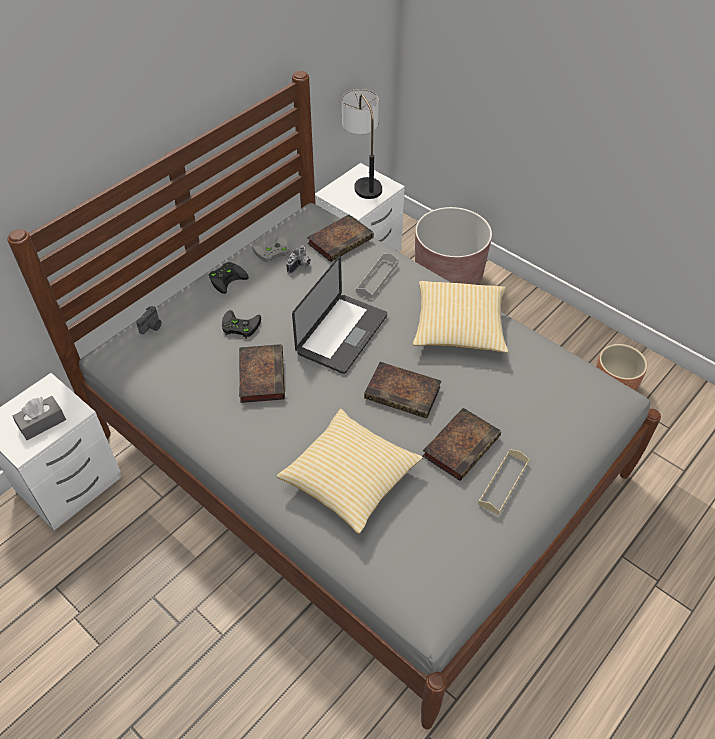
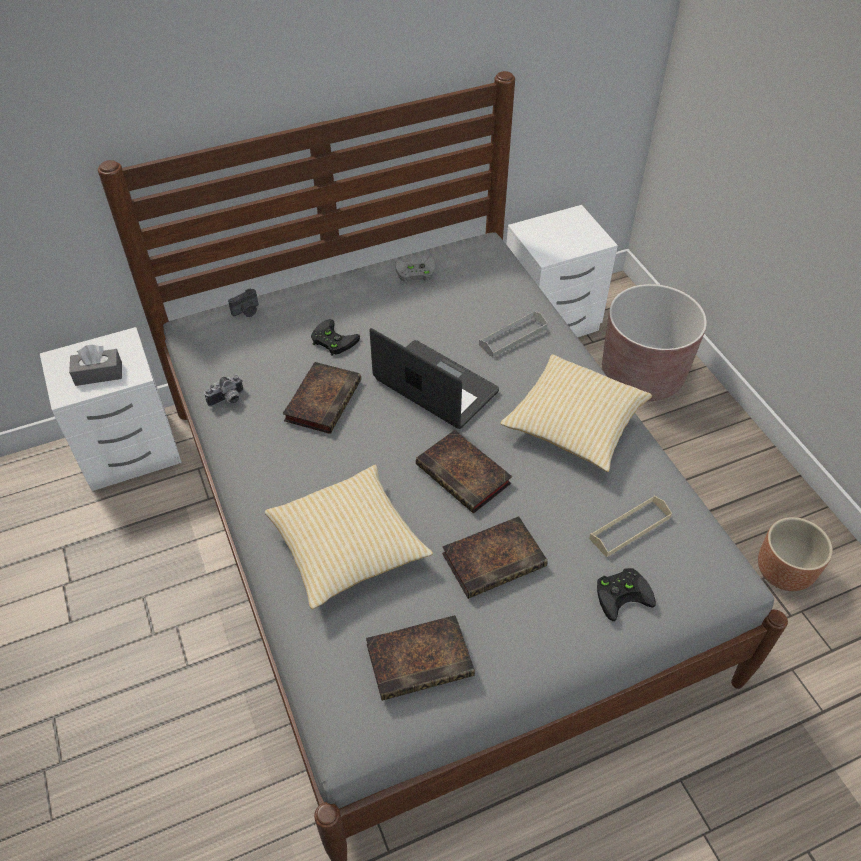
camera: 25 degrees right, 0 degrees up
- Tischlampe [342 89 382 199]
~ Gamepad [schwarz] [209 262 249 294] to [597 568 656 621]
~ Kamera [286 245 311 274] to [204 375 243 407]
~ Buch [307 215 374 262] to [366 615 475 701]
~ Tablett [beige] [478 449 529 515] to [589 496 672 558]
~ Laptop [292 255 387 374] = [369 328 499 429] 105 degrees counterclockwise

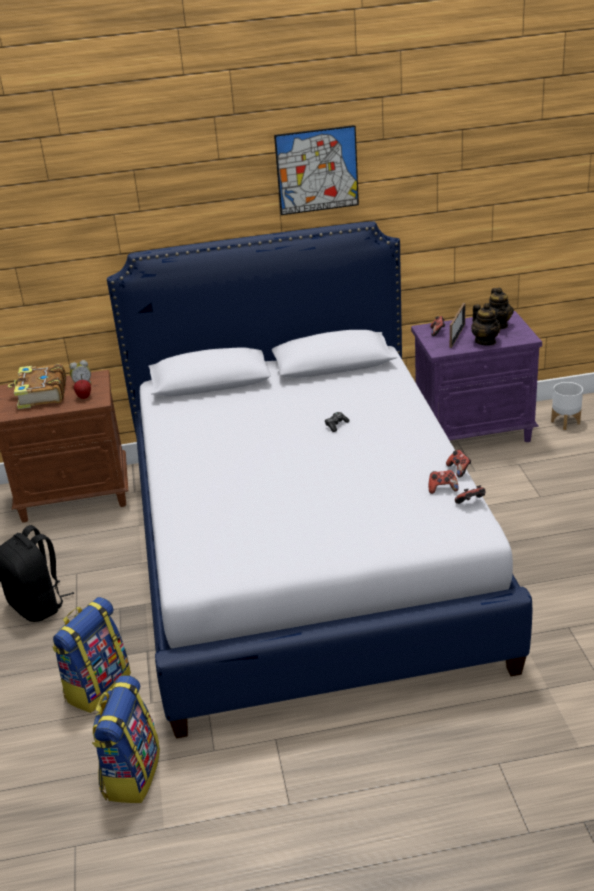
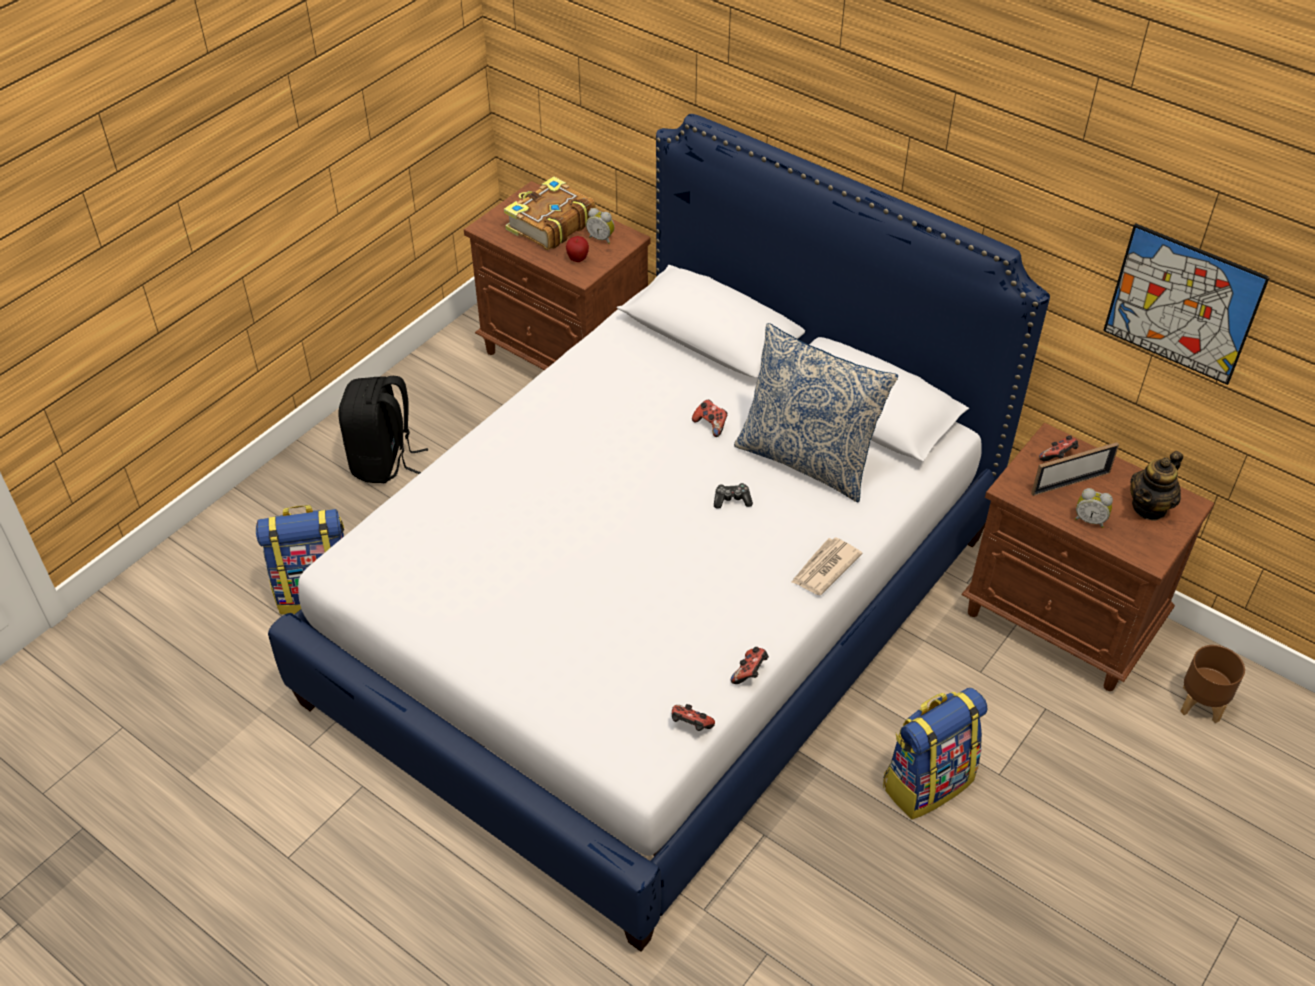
camera: 45 degrees right, 15 degrees up
+ Kissen [734 323 898 503]
+ Zeitung [791 537 862 595]
~ Rucksack [92 675 160 803] to [883 688 987 820]
~ Bild [274 125 359 215] to [1103 223 1270 385]
~ Gamepad [429 470 459 494] to [692 400 728 437]
~ Teekanne [471 303 501 346] to Wecker [1075 488 1113 528]
~ Nachttisch [lila] [411 311 542 442] to Nachttisch [braun] [961 423 1214 691]
~ Pflanzkübel [weiß] [551 382 583 430] to Pflanzkübel [braun] [1180 645 1245 723]

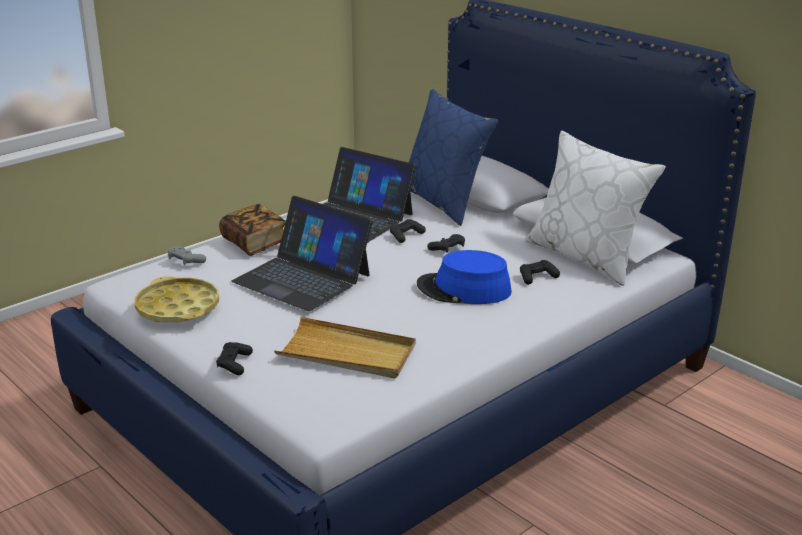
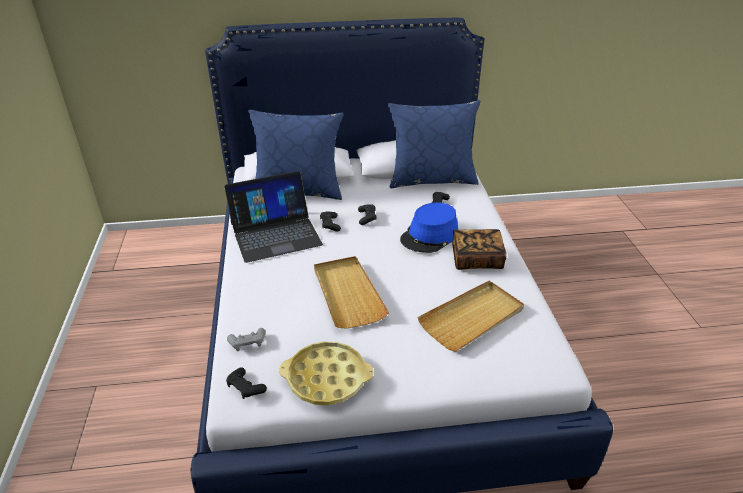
camera: 55 degrees left, 10 degrees up
~ Gamepad [schwarz] [216 342 253 375] to [226 367 267 399]
~ Buch [219 204 286 256] to [452 229 506 270]
~ Laptop [231 196 373 311] to Tablett [beige] [314 256 389 329]
~ Kissen [weiß] [525 131 666 286] to Kissen [blau] [388 100 480 188]

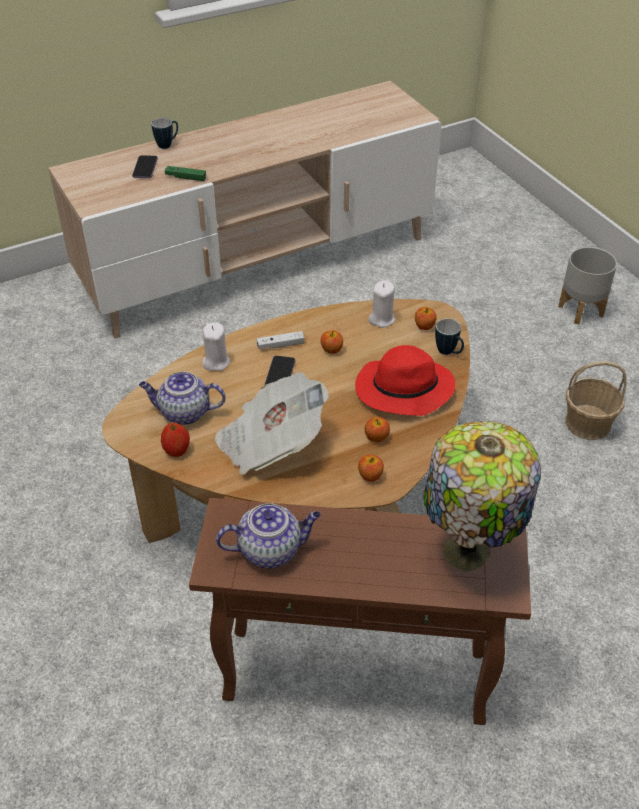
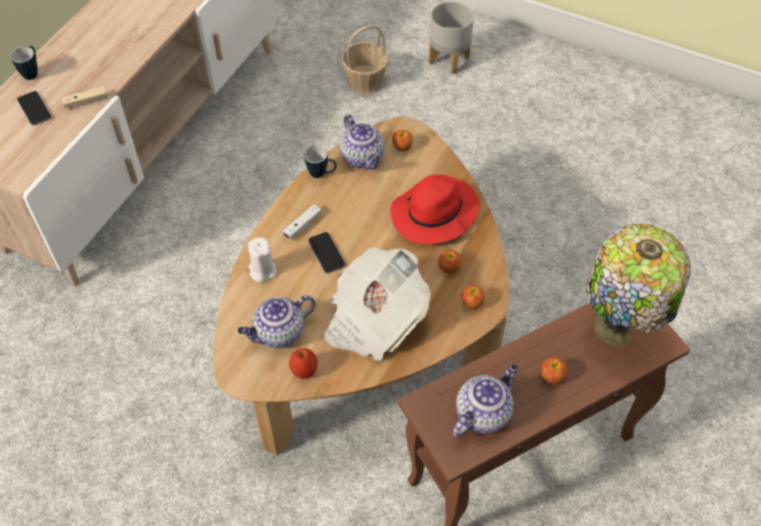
camera: 35 degrees left, 10 degrees up
~ Apfel [321 330 343 354] to [541 357 568 384]
~ Henkelbecher [435 319 464 355] to [304 145 337 178]
~ Korb [565 361 627 440] to [342 25 389 94]
~ Kerze [weiß] [368 280 395 328] to Teekanne [340 114 385 170]
~ Gamepad [grün] [165 166 206 181] to Gamepad [beige] [61 86 108 108]

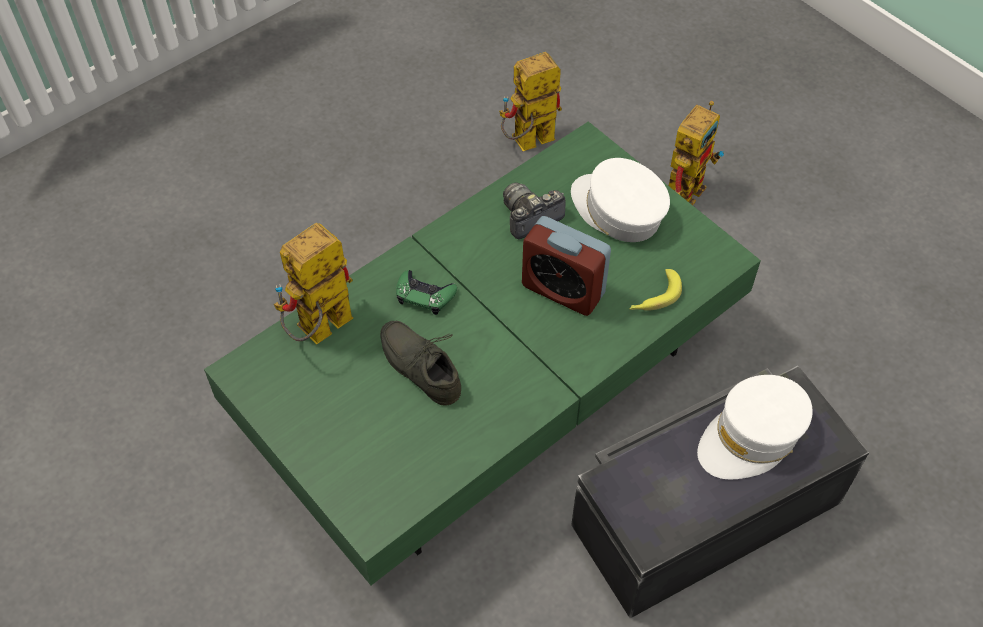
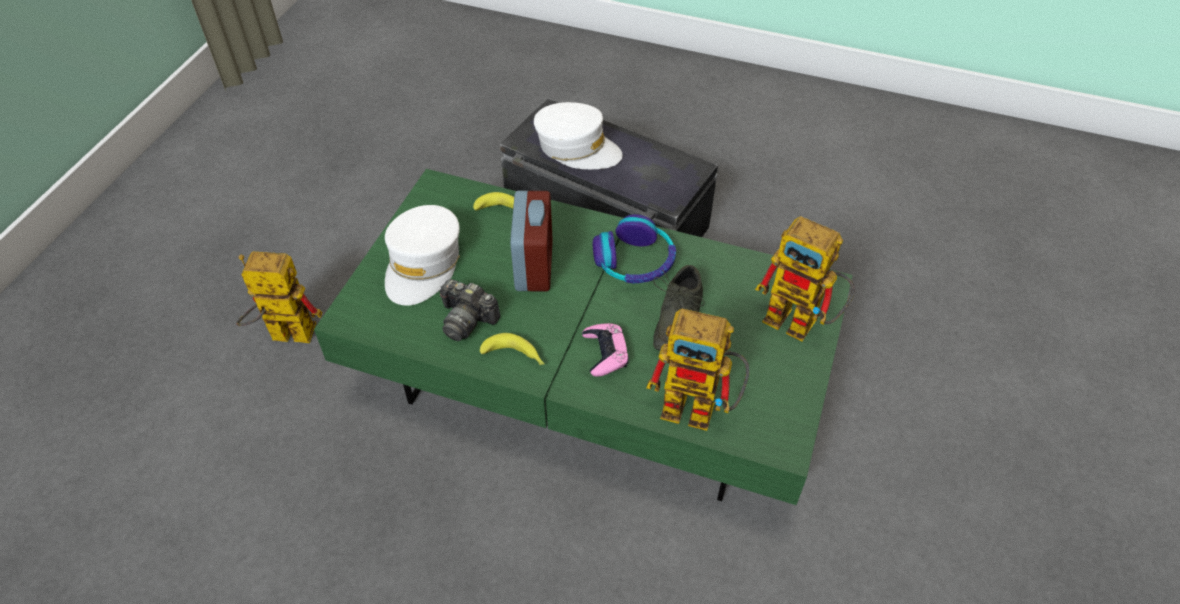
camera: 120 degrees left, 5 degrees down
+ Banane [480 333 545 365]
+ Kopfhörer [593 214 676 284]
~ Spielzeugroboter [499 52 562 151] to [755 216 855 341]
~ Gamepad [grün] [396 270 457 315] to Gamepad [rosa] [582 323 629 377]

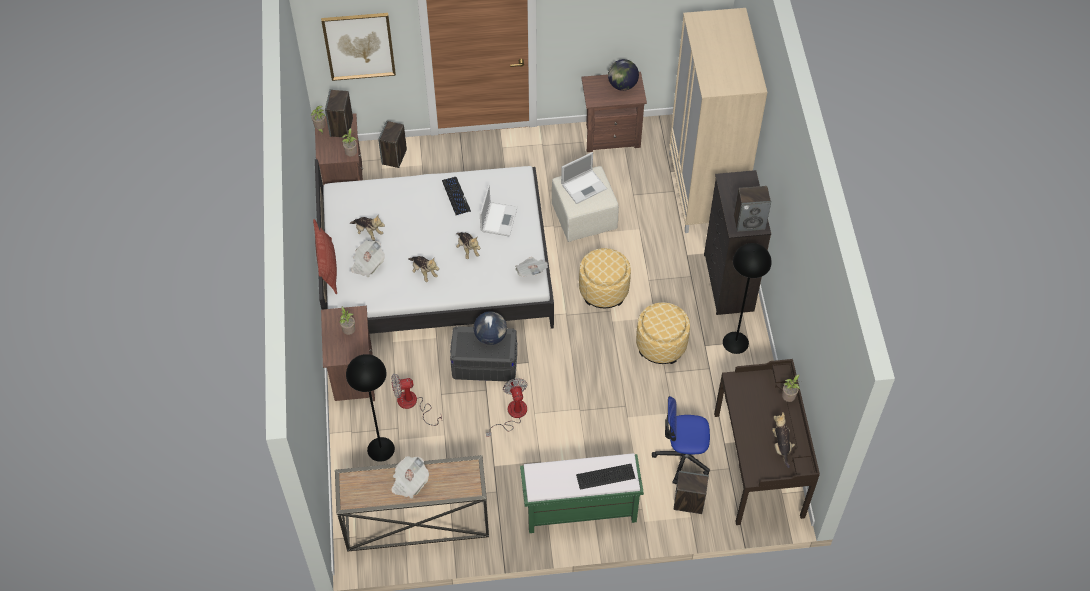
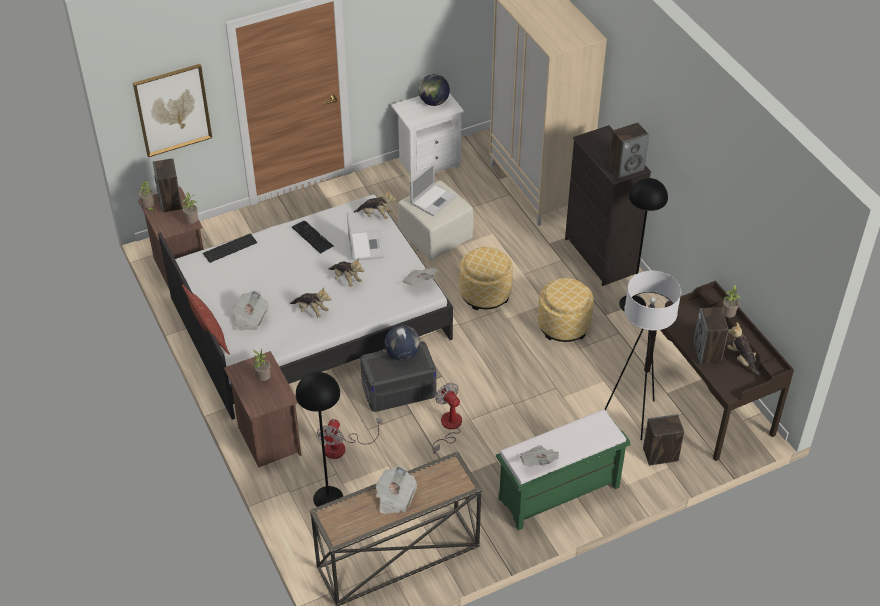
camera: 20 degrees left, 10 degrees down
+ Zeitung [519 445 559 467]
~ Plüschtier [350 216 385 241] to [354 190 396 219]
~ Lautsprecher [378 121 407 168] to [693 307 729 364]
~ Tastatur [576 464 635 490] to [203 233 257 263]
~ Bürostuhl [652 396 710 485] to Stehlampe [weiß] [605 271 681 440]
~ Nachttisch [braun] [581 72 647 152] to Nachttisch [weiß] [391 93 464 181]
~ Ventilator [391 374 442 426] = [317 418 382 459] 45 degrees counterclockwise

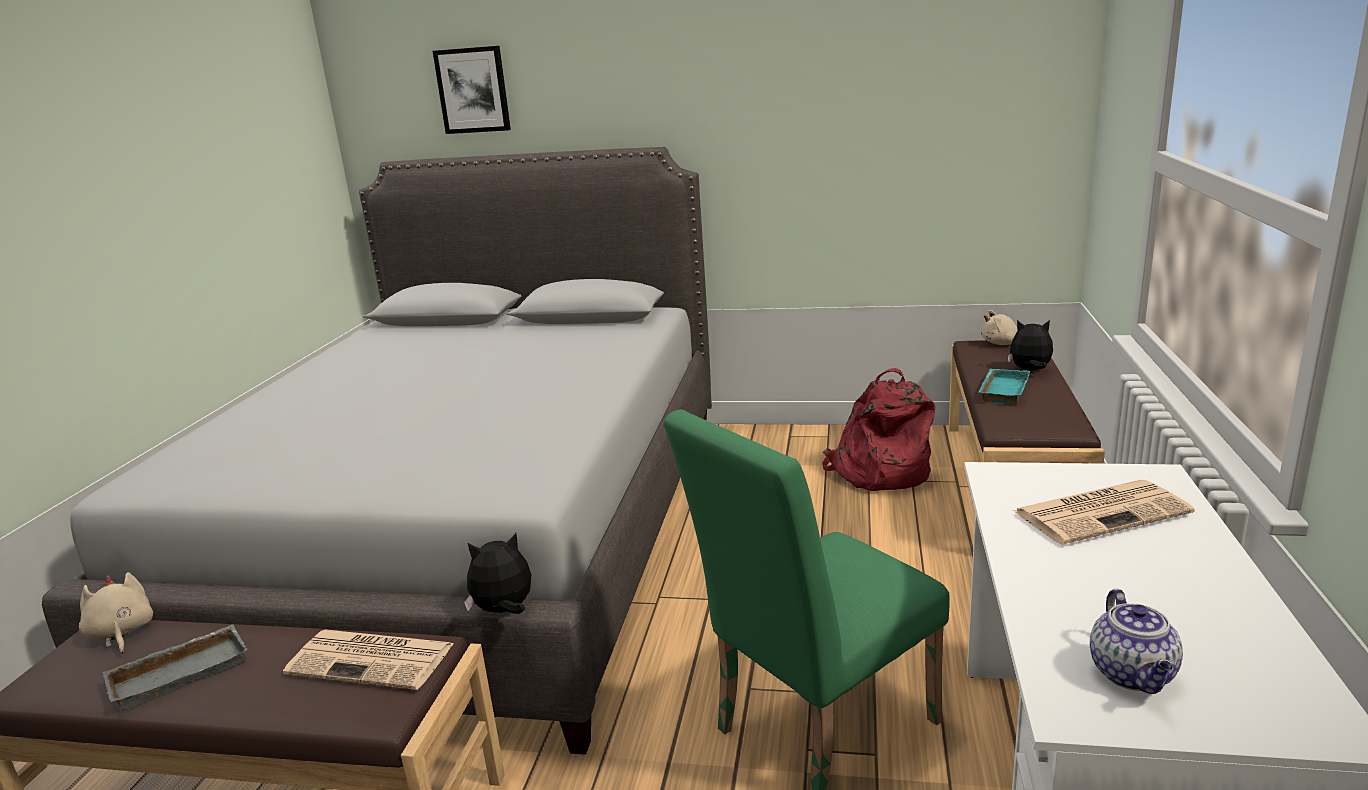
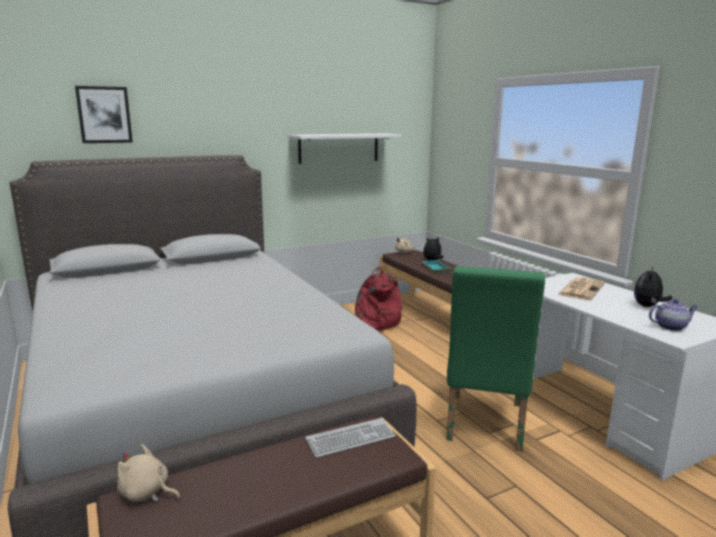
camera: 40 degrees left, 5 degrees down
- Tablett [grau] [102 624 248 711]
+ Wandregal [weiß] [288 134 402 164]
~ Plüschtier [464 533 531 614] to [634 266 672 307]
~ Zeitung [283 630 454 690] to Tastatur [305 418 396 458]
~ Teekanne [1090 589 1183 694] = [649 299 698 331] 60 degrees counterclockwise

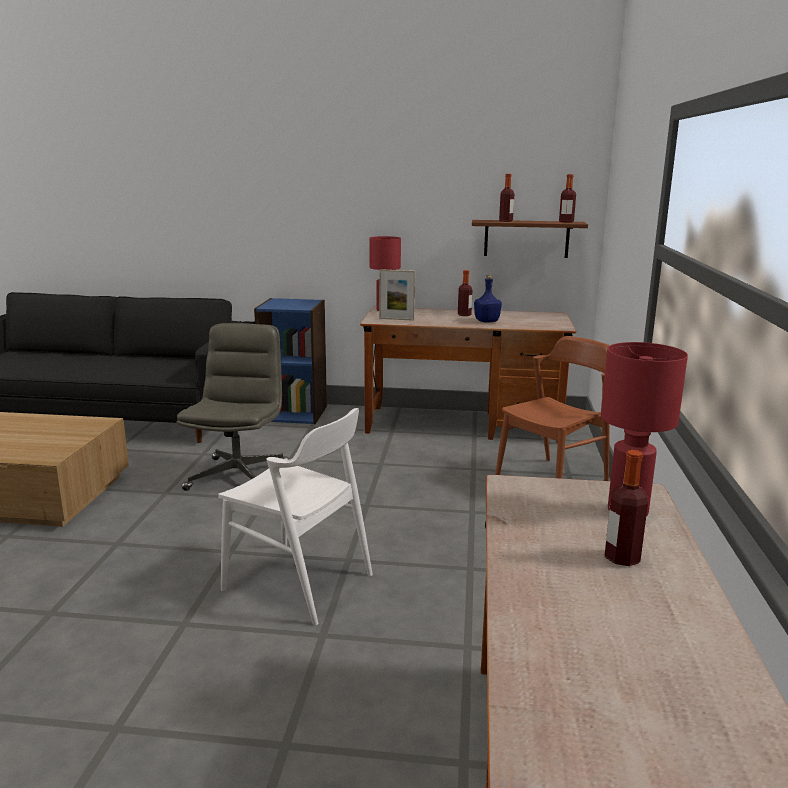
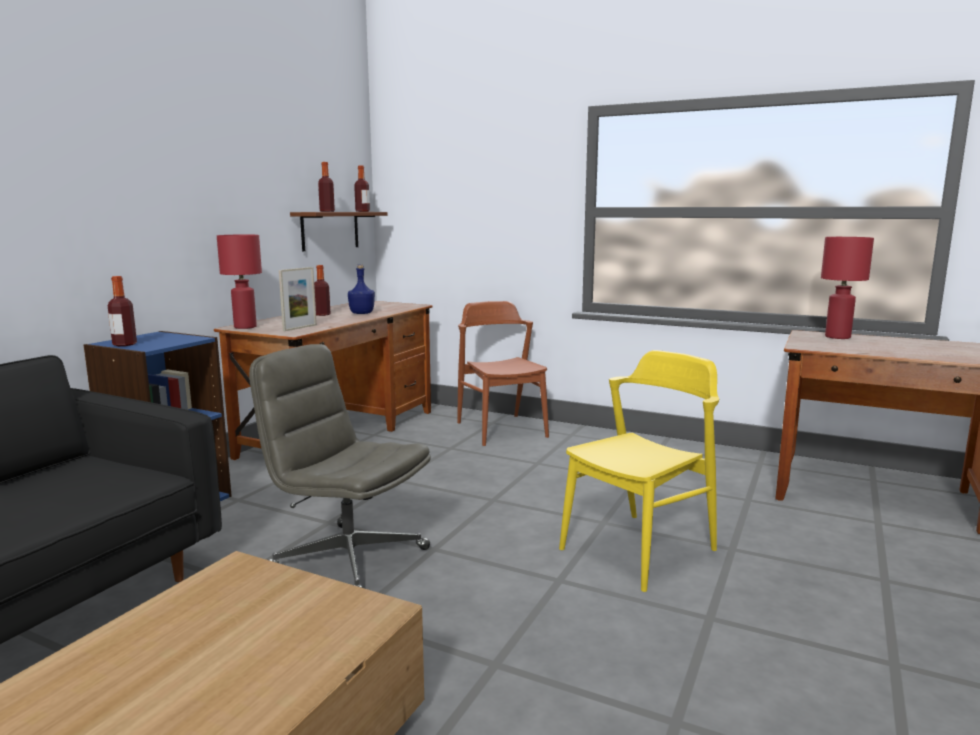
camera: 70 degrees left, 5 degrees down
~ Flasche [605 450 648 566] to [108 276 137 346]
~ Stuhl [weiß] [218 408 373 625] to Stuhl [gelb] [559 350 720 592]

